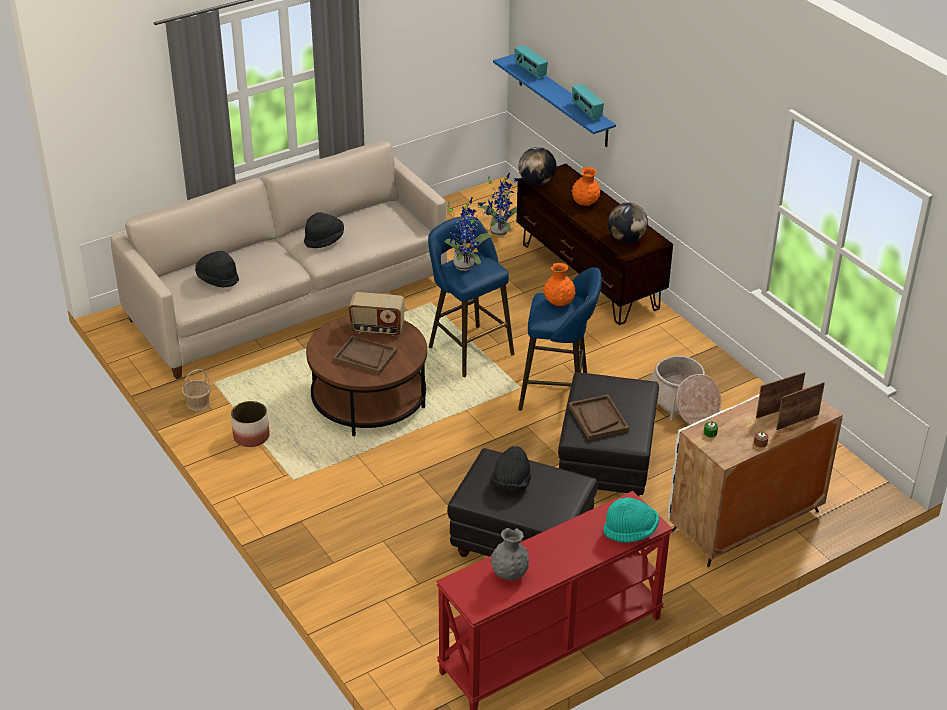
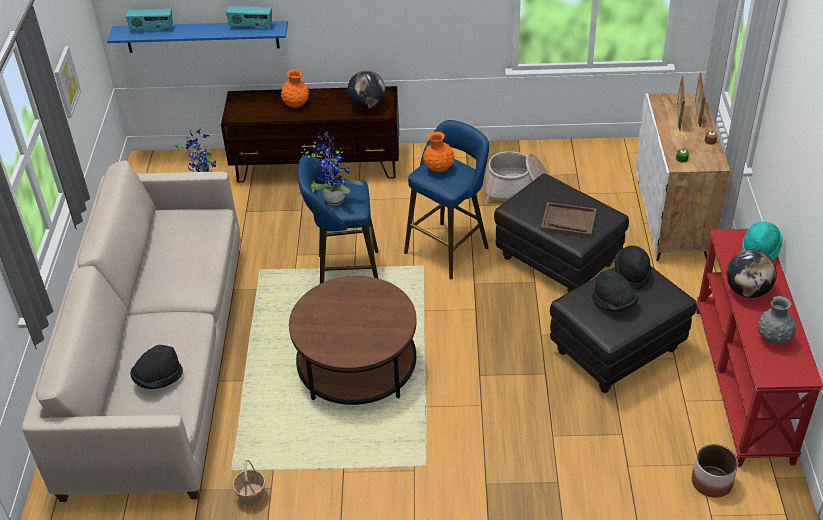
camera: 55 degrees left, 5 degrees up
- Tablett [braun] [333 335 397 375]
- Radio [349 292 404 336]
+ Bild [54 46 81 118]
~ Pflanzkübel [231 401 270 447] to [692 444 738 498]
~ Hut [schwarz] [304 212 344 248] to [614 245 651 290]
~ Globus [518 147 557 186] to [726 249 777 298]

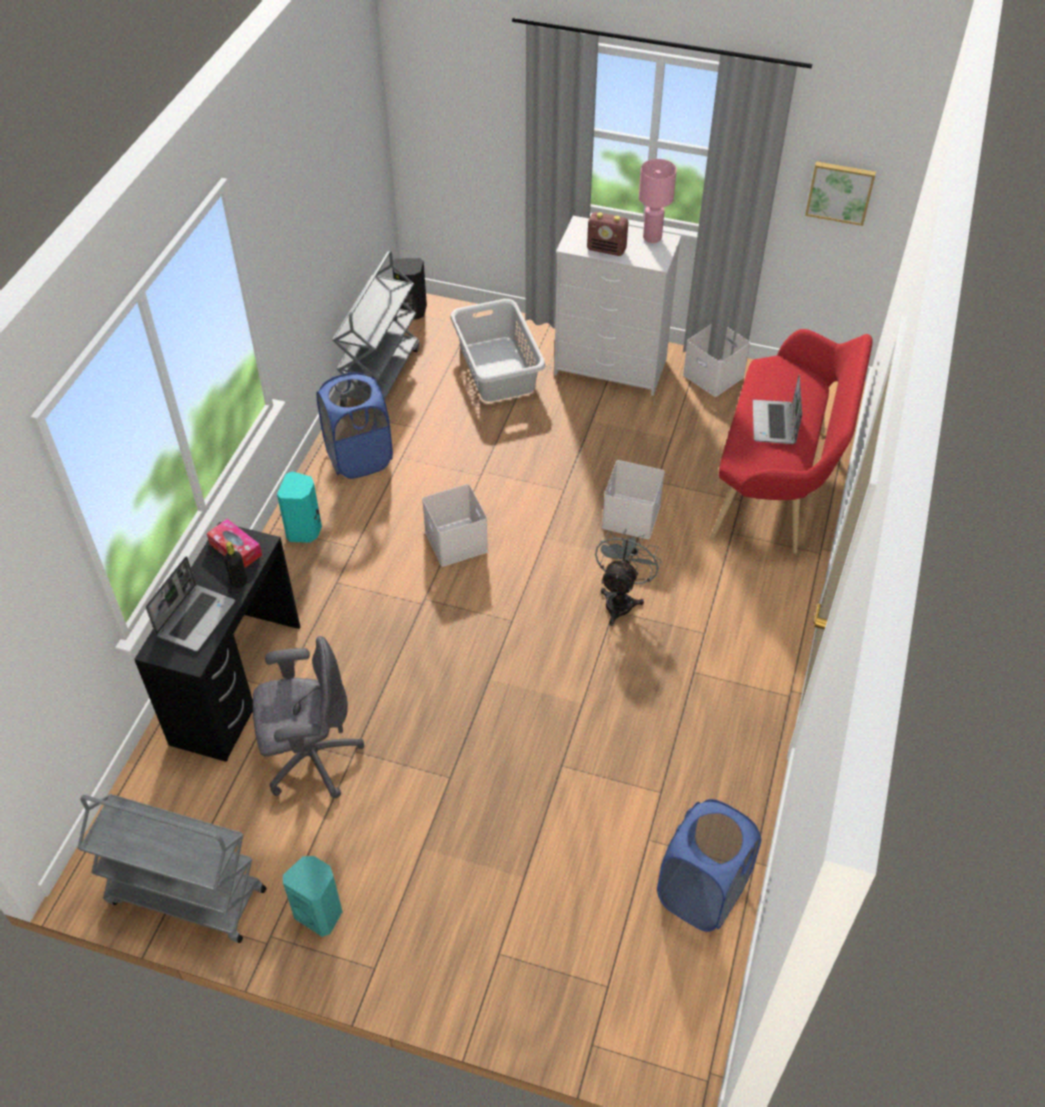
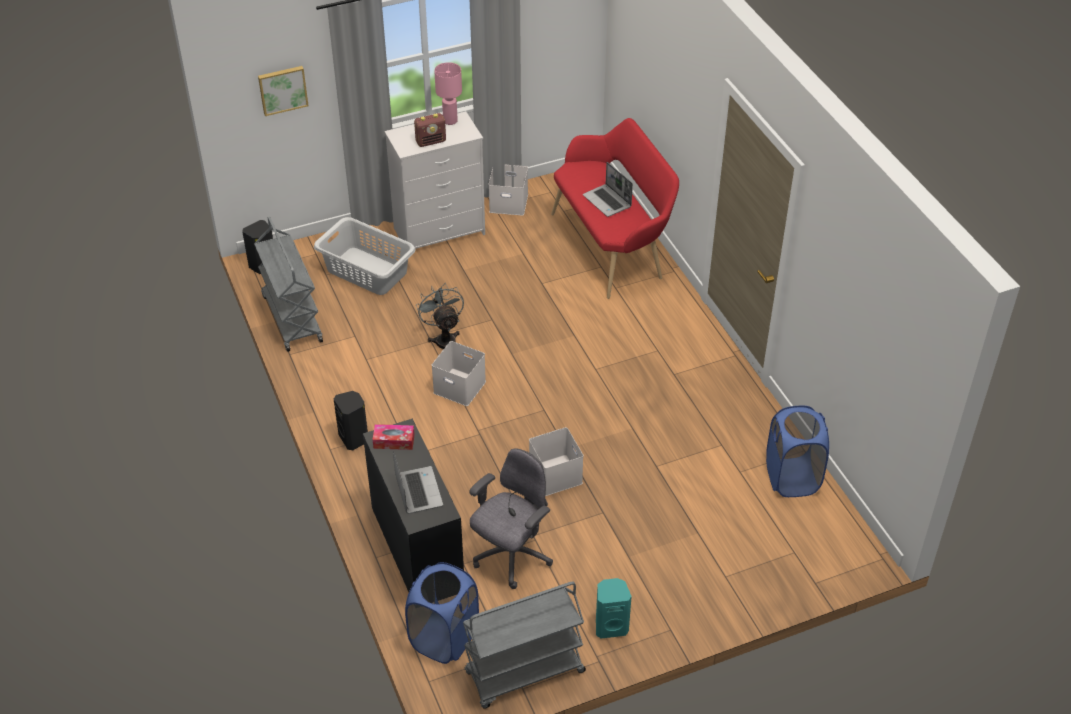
camera: 40 degrees left, 5 degrees down
- Flasche [schwarz] [224 542 247 588]
~ Wäschekorb [blau] [317 372 393 479] to [405 562 479 664]
~ Ventilator [grau] [595 528 661 626] to [416 283 464 349]
~ Aufbewahrungsbox [weiß] [602 460 665 539] to [529 427 583 496]
~ Bild [805 161 876 226] to [258 66 309 116]
~ Lautsprecher [türkis] [277 471 322 543] to Lautsprecher [schwarz] [334 391 368 450]

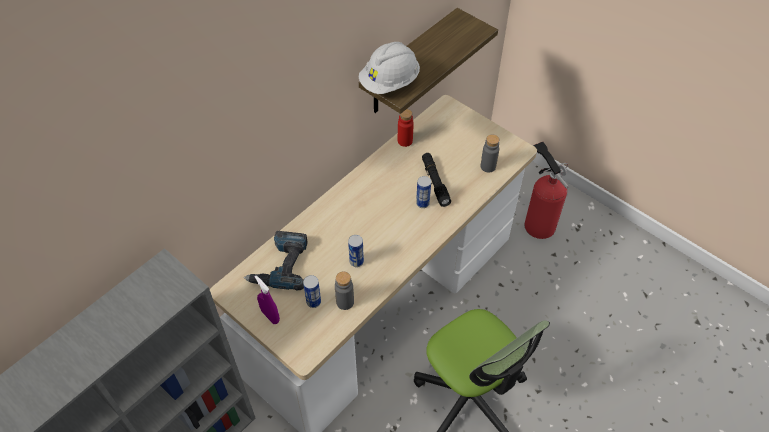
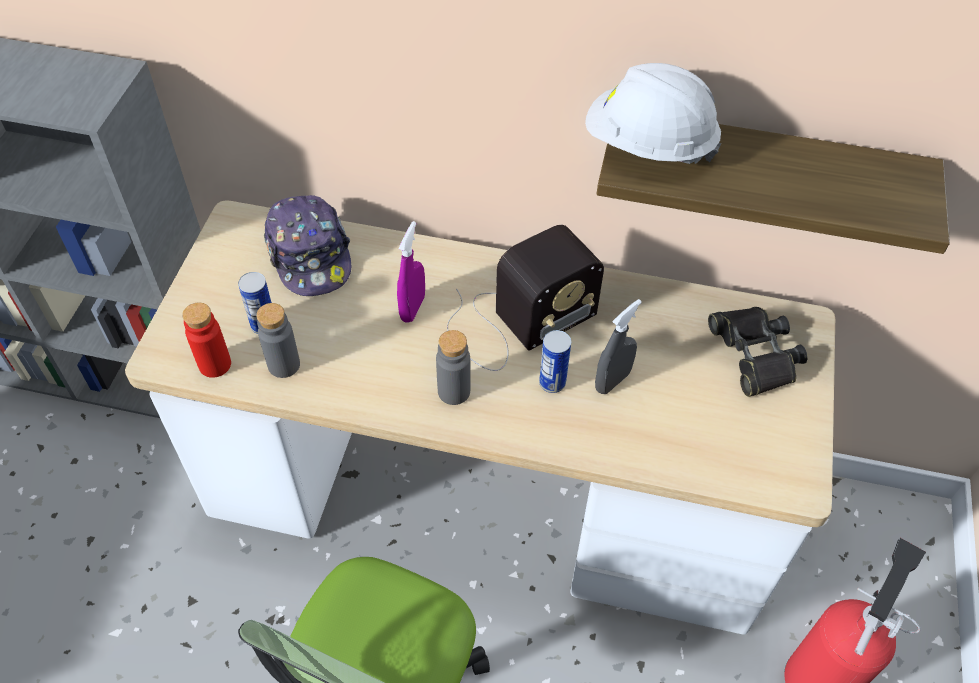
camera: 60 degrees right, 0 degrees up
- Dose [348 235 364 267]
+ Radio [447 225 604 371]
+ Fernglas [schwarz] [708 307 807 397]
~ Sprühflasche [lila] [255 275 280 324] to [397 221 425 323]
~ Flasche [rot] [398 109 414 147] to [182 303 231 378]
~ Flasche [grau] [480 134 499 172] to [436 330 471 405]
~ Bohrmaschine [244 231 308 291] to Kappe [264 195 351 296]
~ Taschenlampe [schwarz] [422 153 451 207] to Sprühflasche [grau] [595 299 642 394]

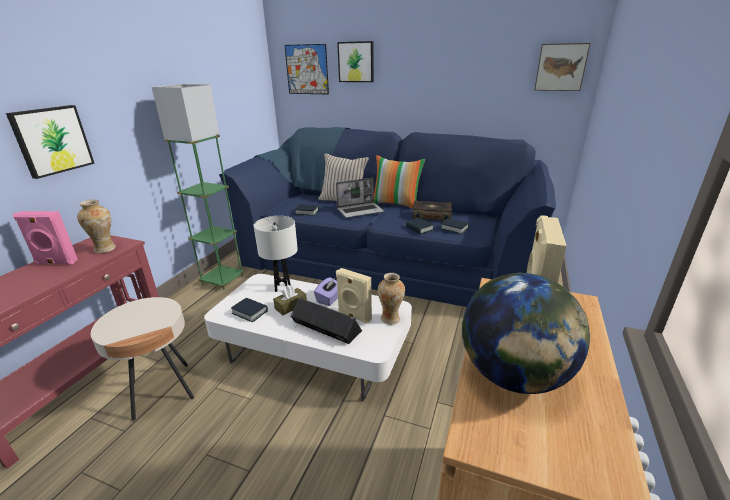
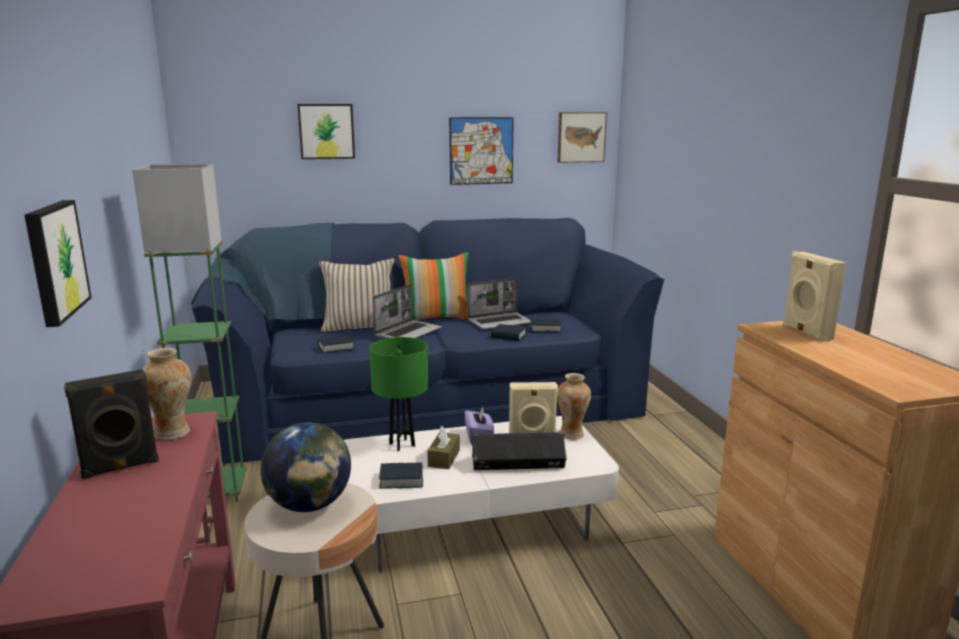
camera: 35 degrees left, 10 degrees down
~ Bild [284 44 329 94] to [449 117 514 185]
~ Globus [462 273 590 394] to [260 422 351 512]
~ Buch [412 201 452 221] to Laptop [467 278 531 330]
~ Lautsprecher [rosa] [13 211 78 264] to Lautsprecher [schwarz] [64 369 159 479]
~ Tischlampe [weiß] [253 216 298 292] to Tischlampe [grün] [369 337 428 451]

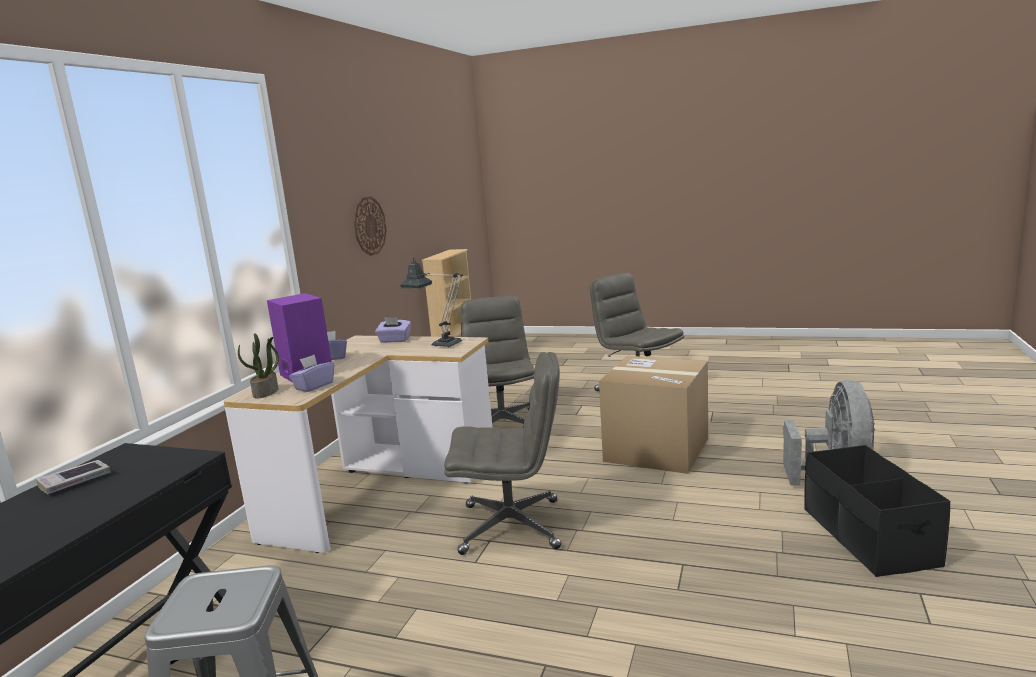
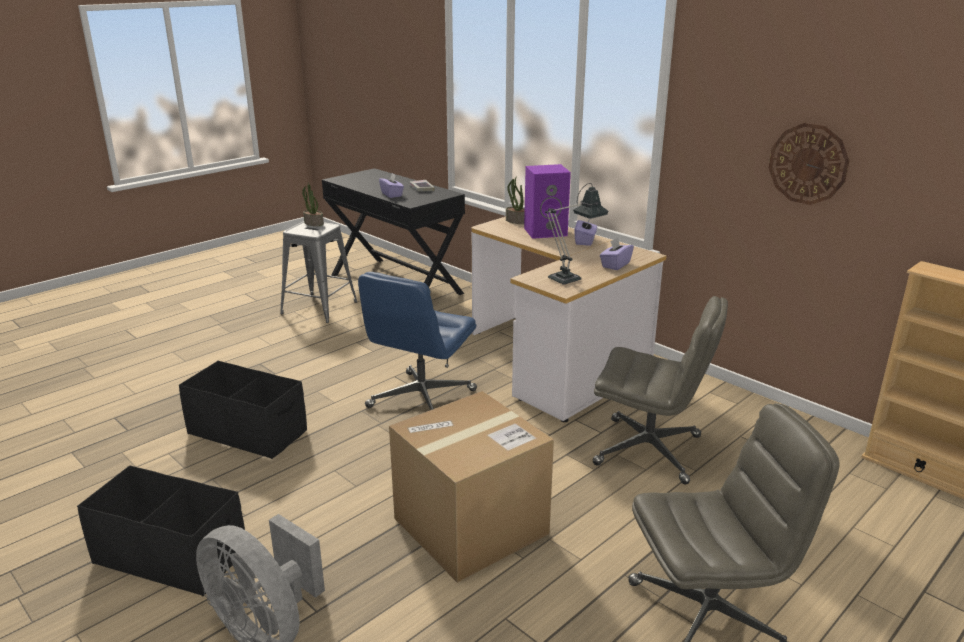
camera: 115 degrees right, 10 degrees up
+ Aufbewahrungsbox [schwarz] [179 361 307 459]
+ Topfpflanze [302 182 324 226]
~ Taschentuchbox [lila] [289 354 335 392] to [379 173 404 198]
~ Bürostuhl [grau] [444 352 561 555] to Bürostuhl [blau] [358 272 477 410]

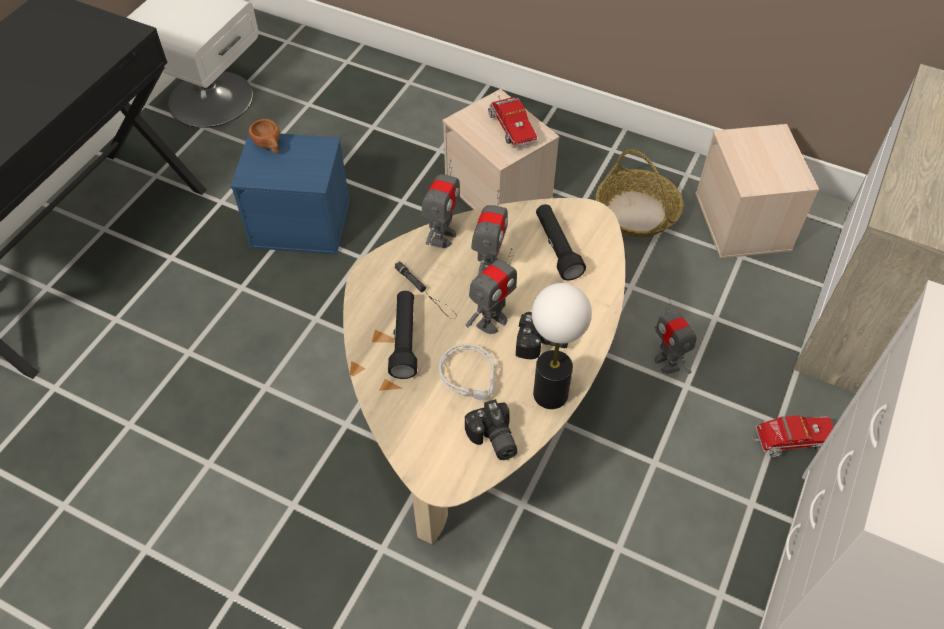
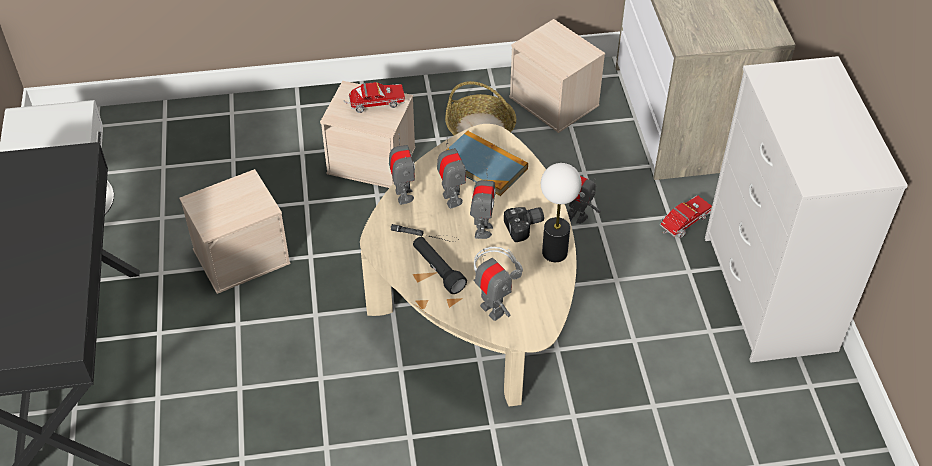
camera: 35 degrees left, 5 degrees down
- Tasse [braun] [249 119 280 154]
- Kamera [465 399 518 460]
+ Spielzeugroboter [474 249 512 321]
~ Taschenlampe [schwarz] [536 204 586 280] to Buch [448 131 528 196]
~ Aufbewahrungsbox [blau] [230 133 350 254] to Aufbewahrungsbox [beige] [179 169 291 294]
~ Spielzeuglaster [488 95 538 148] = [343 82 405 113] 45 degrees counterclockwise

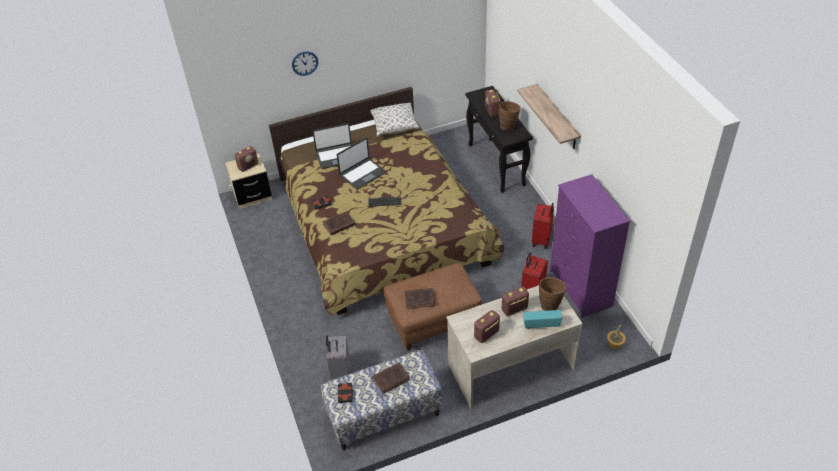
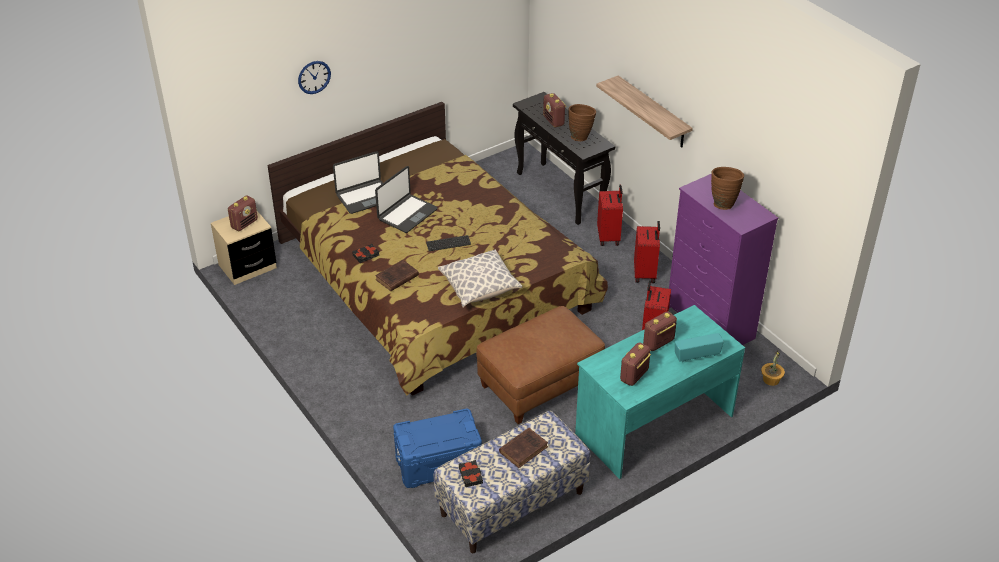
camera: 15 degrees left, 5 degrees down
- Buch [braun] [404 288 435 309]
+ Koffer [rot] [597 185 623 246]
~ Kissen [370 103 419 137] to [438 250 522 307]
~ Vase [braun] [539 277 566 311] to [711 167 744 210]
~ Koffer [grau] [326 335 350 380] to Aufbewahrungsbox [blau] [393 408 482 488]
~ Schreibtisch [beige] [446 285 583 408] to Schreibtisch [türkis] [575 305 745 479]

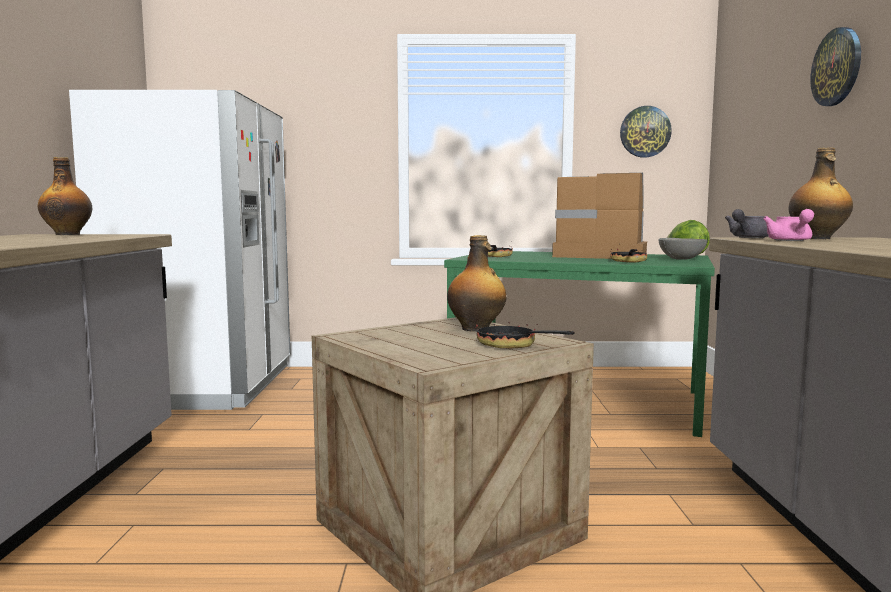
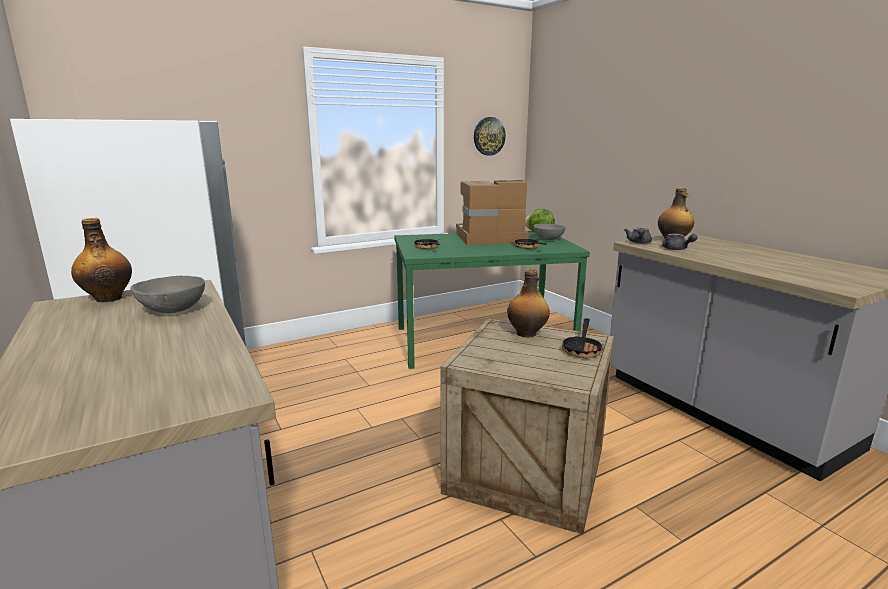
camera: 30 degrees left, 10 degrees up
- Wanduhr [810 27 861 106]
+ Schüssel [grau] [130 276 205 313]
~ Teekanne [rosa] [763 209 814 241] to Teekanne [grau] [662 233 698 250]
~ Pfanne [475 322 574 348] = [562 318 603 359] 90 degrees counterclockwise

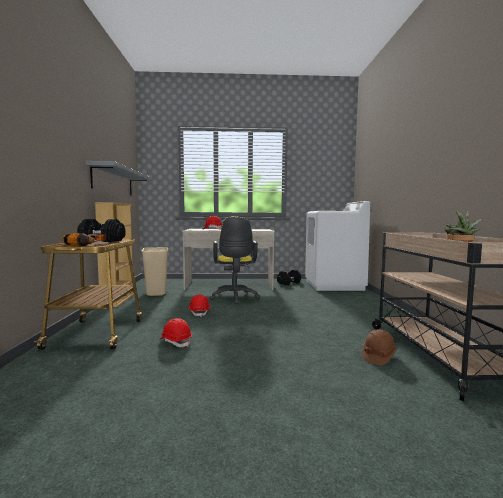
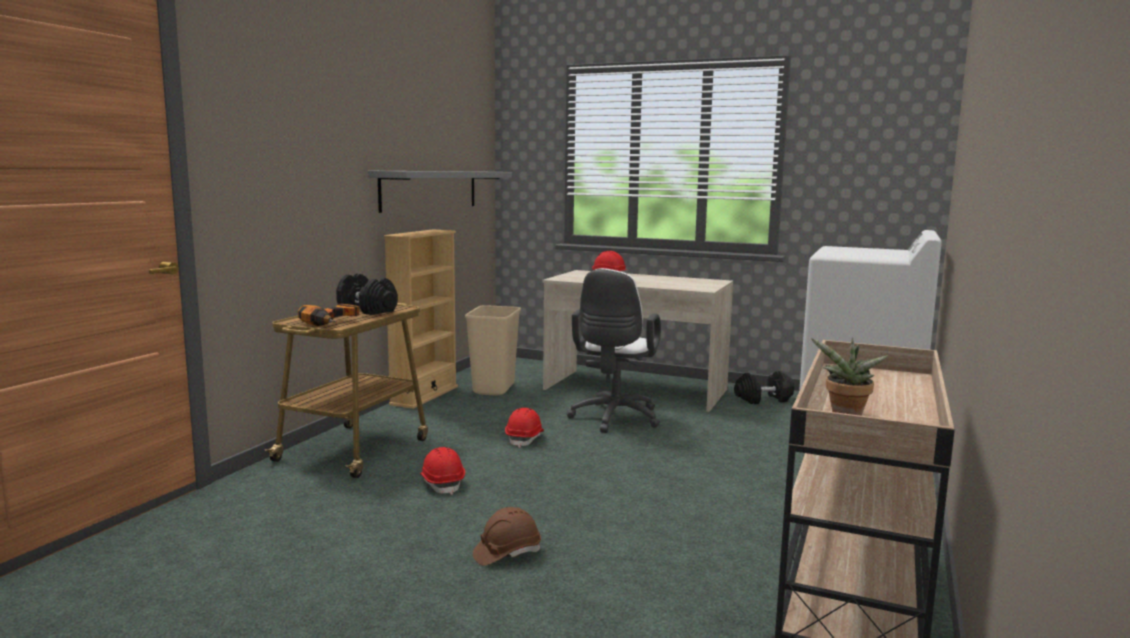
camera: 25 degrees right, 5 degrees up
~ Schutzhelm [braun] [362 329 397 365] to [473 507 541 566]
~ Bürostuhl [gelb] [210 216 260 304] to Bürostuhl [weiß] [567 268 661 433]

